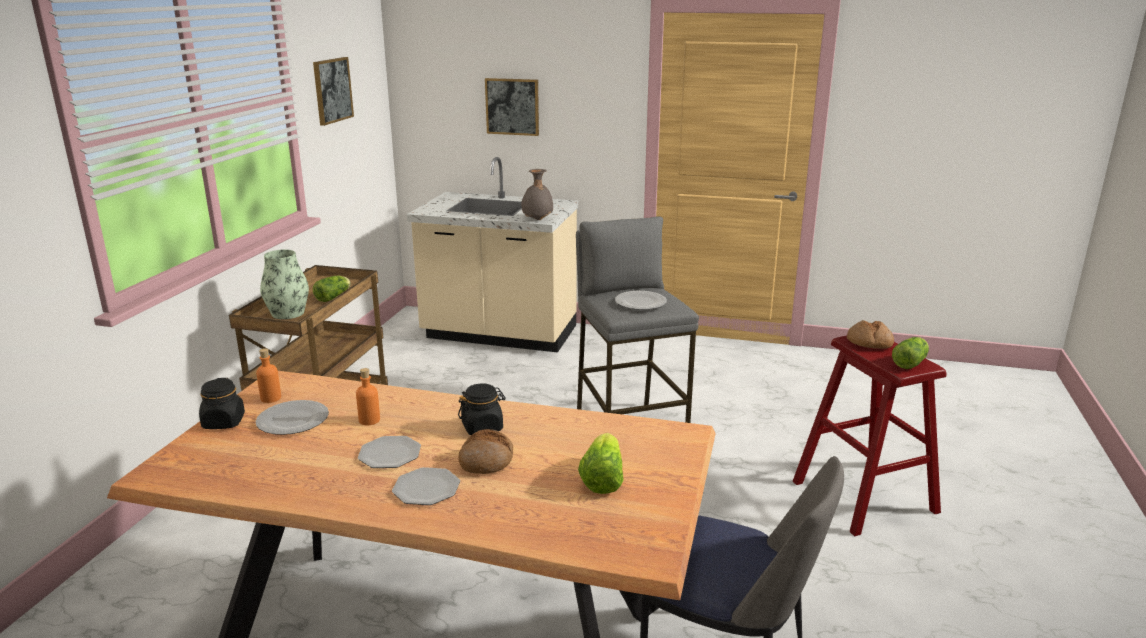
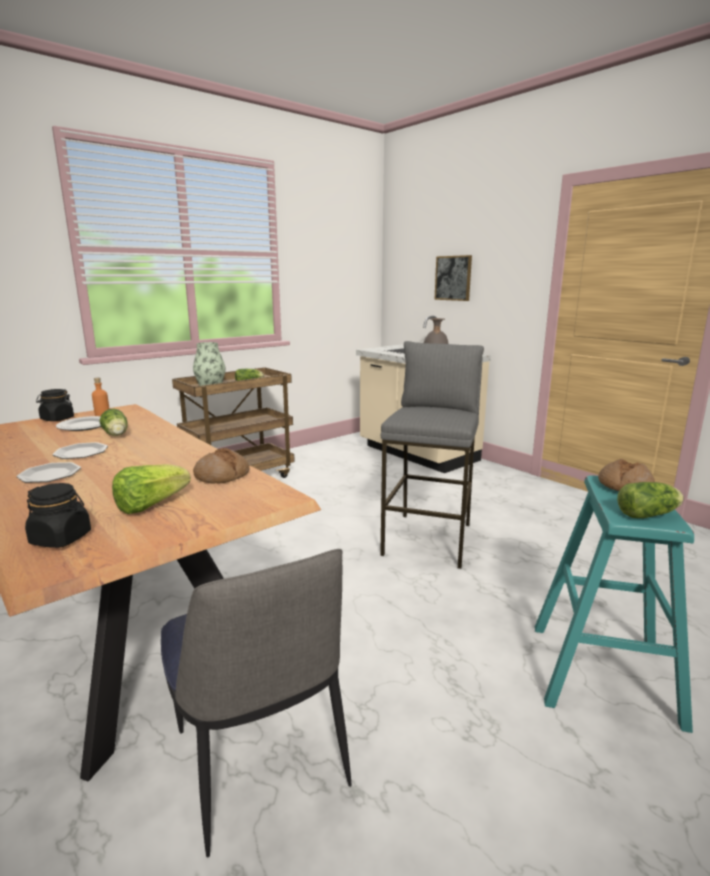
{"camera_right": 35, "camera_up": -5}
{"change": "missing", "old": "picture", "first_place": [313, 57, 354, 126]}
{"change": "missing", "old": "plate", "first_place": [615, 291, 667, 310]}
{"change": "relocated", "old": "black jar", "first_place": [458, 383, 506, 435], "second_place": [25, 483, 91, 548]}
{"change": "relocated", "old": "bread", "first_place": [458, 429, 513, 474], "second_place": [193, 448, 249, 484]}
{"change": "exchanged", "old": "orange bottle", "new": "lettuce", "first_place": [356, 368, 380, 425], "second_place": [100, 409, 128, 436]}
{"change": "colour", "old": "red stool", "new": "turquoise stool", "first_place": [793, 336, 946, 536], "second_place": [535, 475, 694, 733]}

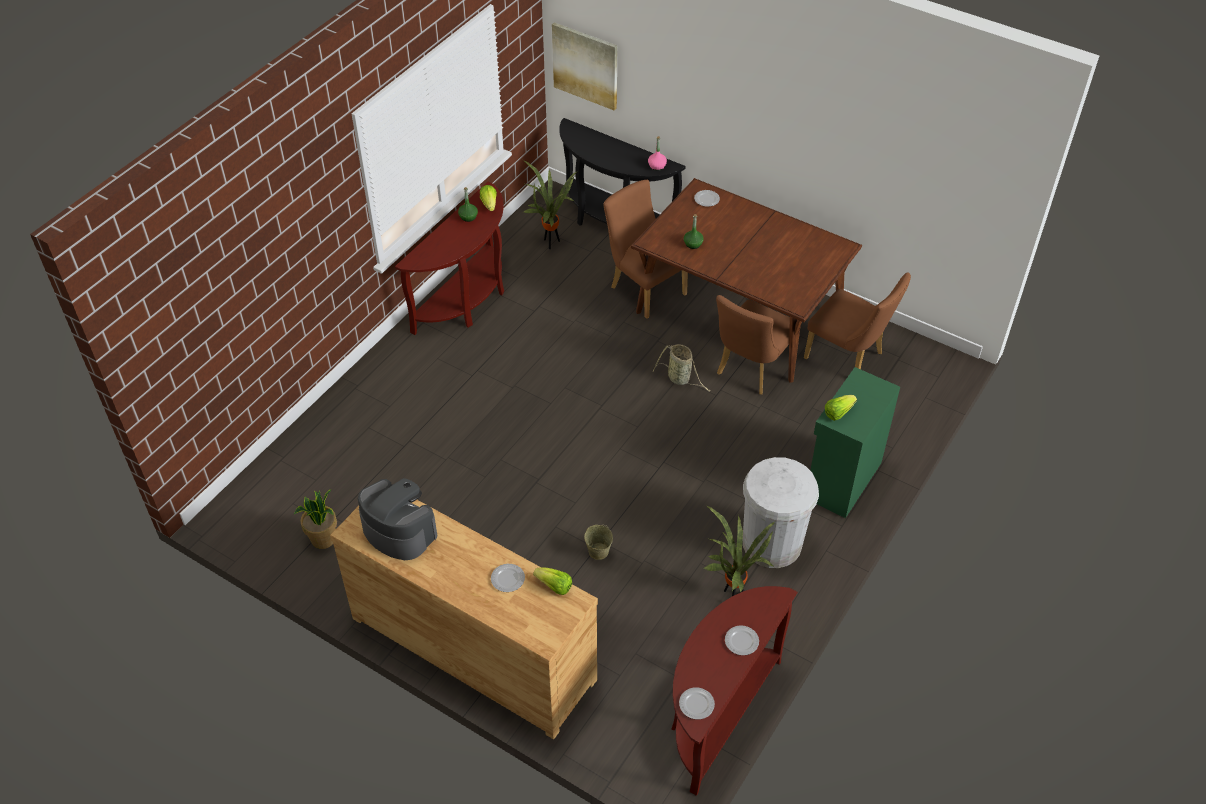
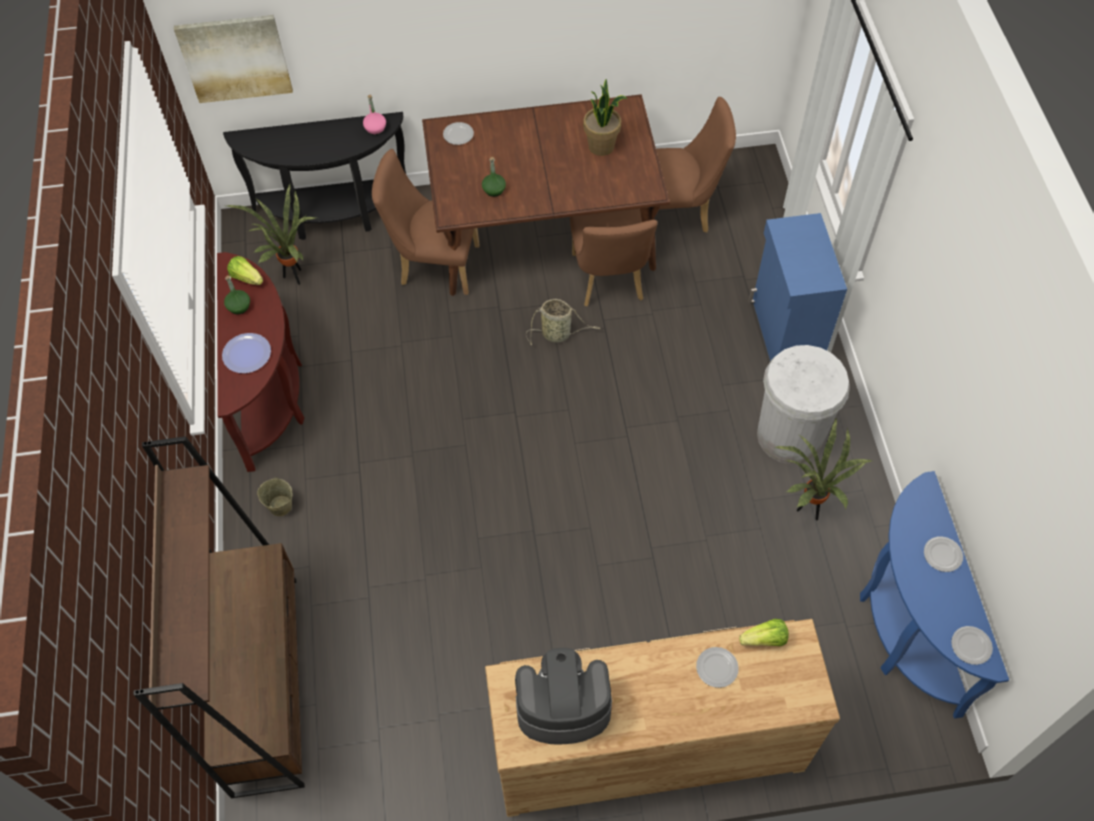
{"camera_right": -40, "camera_up": 10}
{"change": "missing", "old": "lettuce", "first_place": [825, 395, 857, 421]}
{"change": "appeared", "new": "brown bookcase", "second_place": [133, 436, 305, 798]}
{"change": "appeared", "new": "plate", "second_place": [222, 333, 271, 373]}
{"change": "relocated", "old": "potted plant", "first_place": [294, 489, 337, 549], "second_place": [583, 79, 627, 156]}
{"change": "relocated", "old": "beige bucket", "first_place": [584, 525, 613, 560], "second_place": [257, 477, 292, 516]}
{"change": "colour", "old": "brown console table", "new": "blue console table", "first_place": [671, 586, 797, 796], "second_place": [860, 471, 1009, 719]}
{"change": "colour", "old": "green cabinet", "new": "blue cabinet", "first_place": [810, 367, 900, 518], "second_place": [748, 213, 847, 361]}

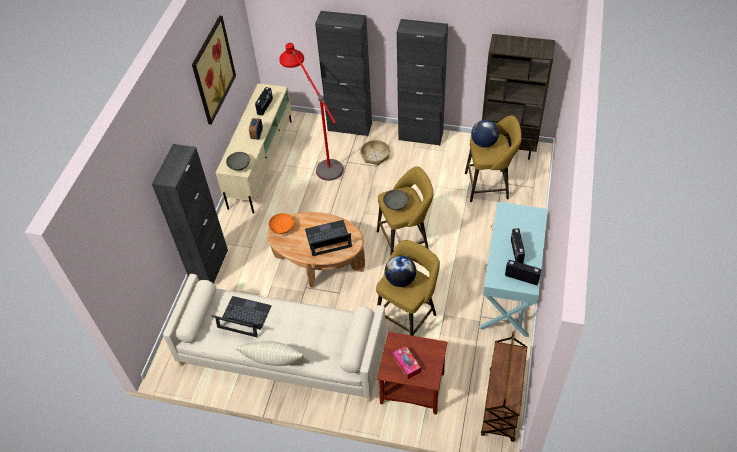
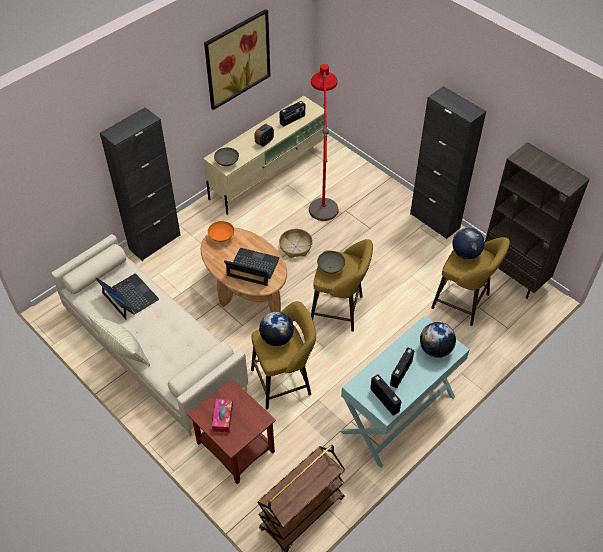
{"camera_right": 30, "camera_up": 0}
{"change": "missing", "old": "black cabinet", "first_place": [315, 11, 372, 136]}
{"change": "appeared", "new": "globe", "second_place": [420, 322, 456, 358]}
{"change": "relocated", "old": "basket", "first_place": [360, 140, 390, 165], "second_place": [279, 229, 313, 258]}

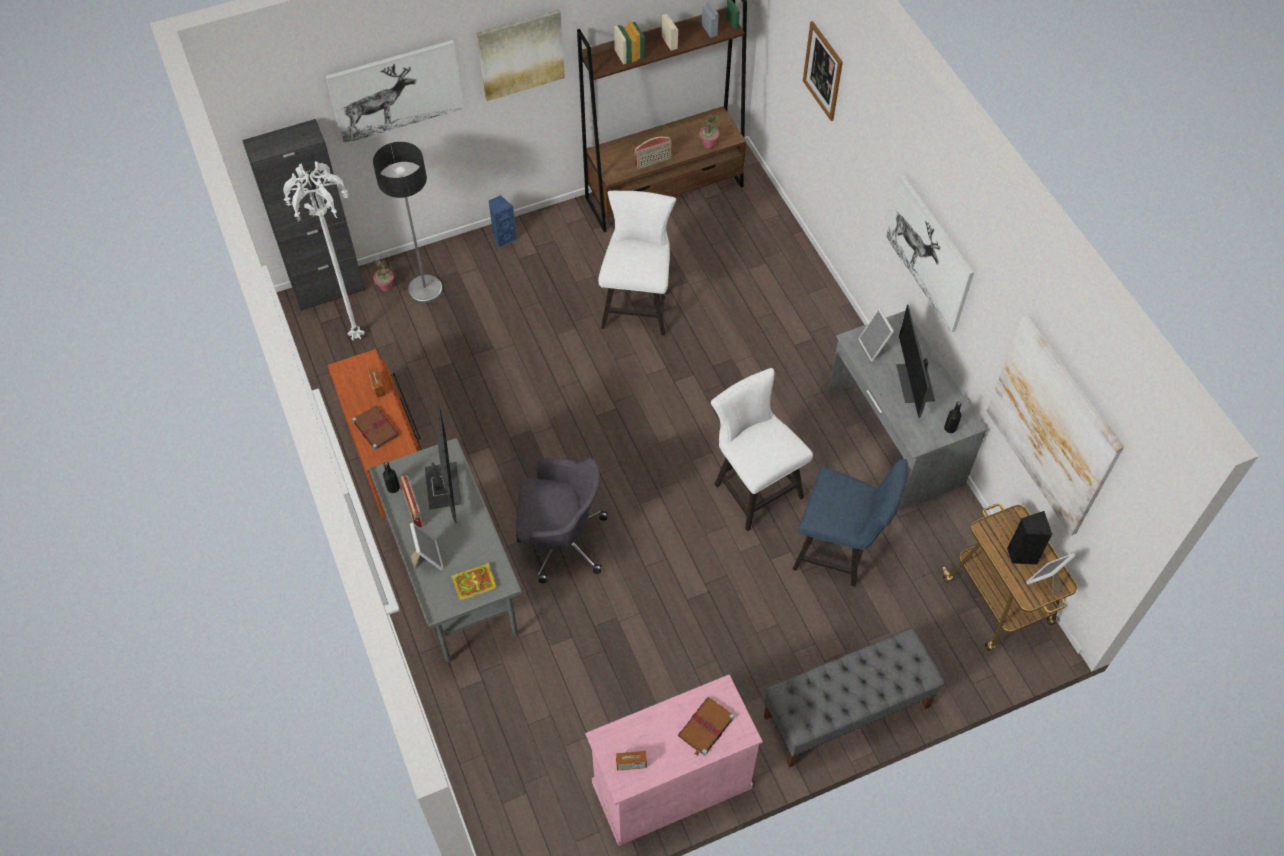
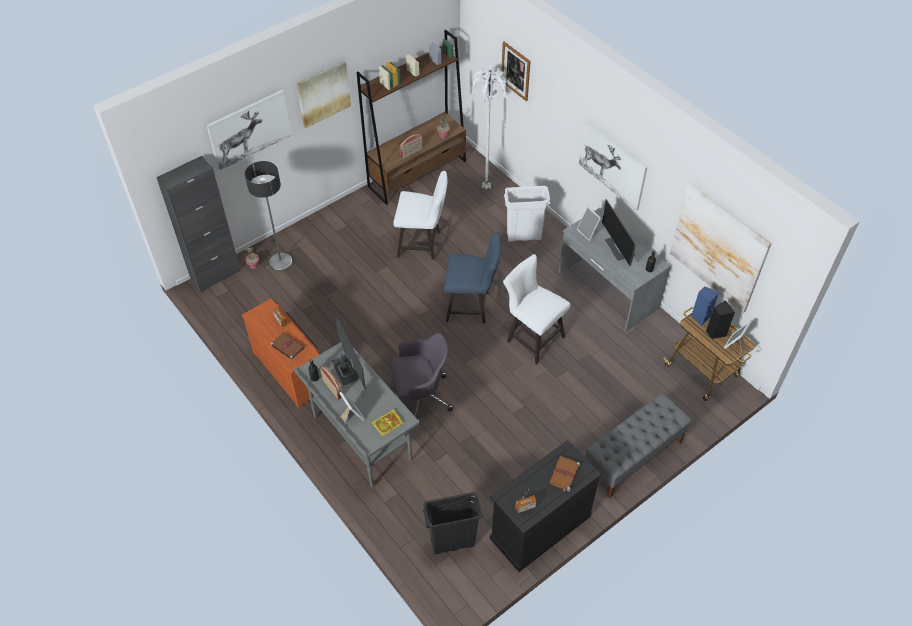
{"camera_right": -15, "camera_up": -5}
{"change": "appeared", "new": "black trash can", "second_place": [423, 492, 483, 554]}
{"change": "appeared", "new": "white trash can", "second_place": [504, 186, 550, 242]}
{"change": "relocated", "old": "white floor lamp", "first_place": [283, 161, 364, 340], "second_place": [472, 65, 507, 189]}
{"change": "relocated", "old": "blue speaker", "first_place": [489, 195, 517, 248], "second_place": [691, 286, 719, 326]}
{"change": "relocated", "old": "blue chair", "first_place": [792, 459, 908, 587], "second_place": [444, 232, 501, 323]}
{"change": "colour", "old": "pink cabinet", "new": "black cabinet", "first_place": [585, 674, 763, 846], "second_place": [490, 440, 602, 572]}
{"change": "spun", "old": "white chair", "first_place": [598, 191, 676, 336], "second_place": [393, 171, 447, 260], "degrees": 105}

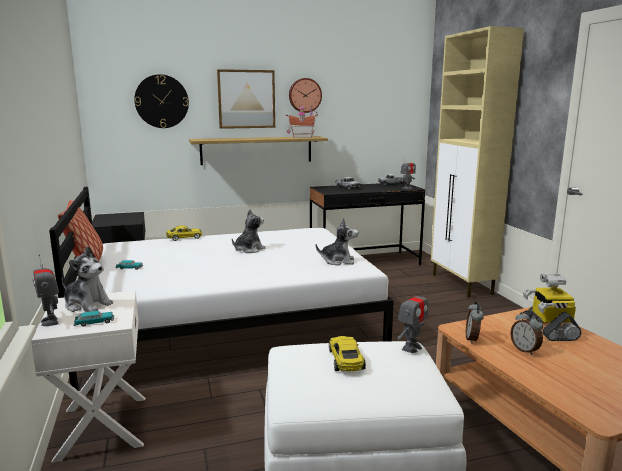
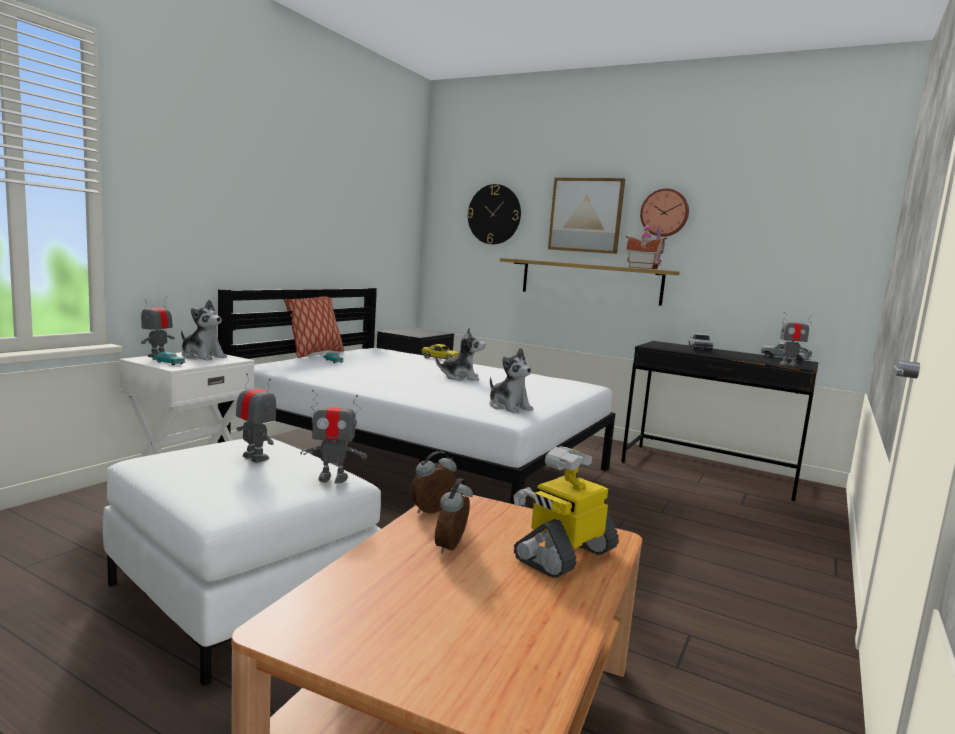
{"camera_right": 45, "camera_up": -5}
{"change": "missing", "old": "beige cabinet", "first_place": [431, 26, 524, 298]}
{"change": "exchanged", "old": "yellow toy car", "new": "toy robot", "first_place": [329, 336, 366, 371], "second_place": [236, 373, 276, 463]}
{"change": "spun", "old": "plush toy", "first_place": [62, 246, 113, 312], "second_place": [181, 300, 227, 360], "degrees": -45}

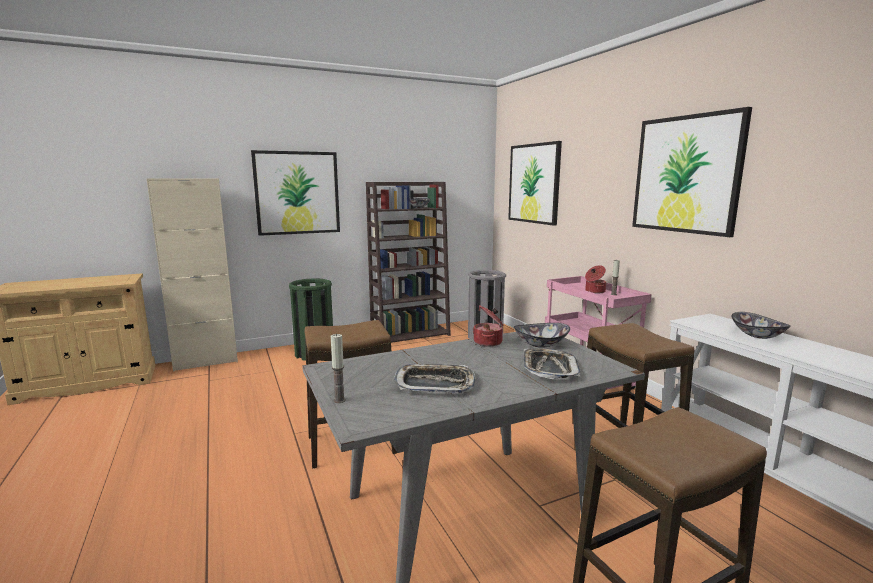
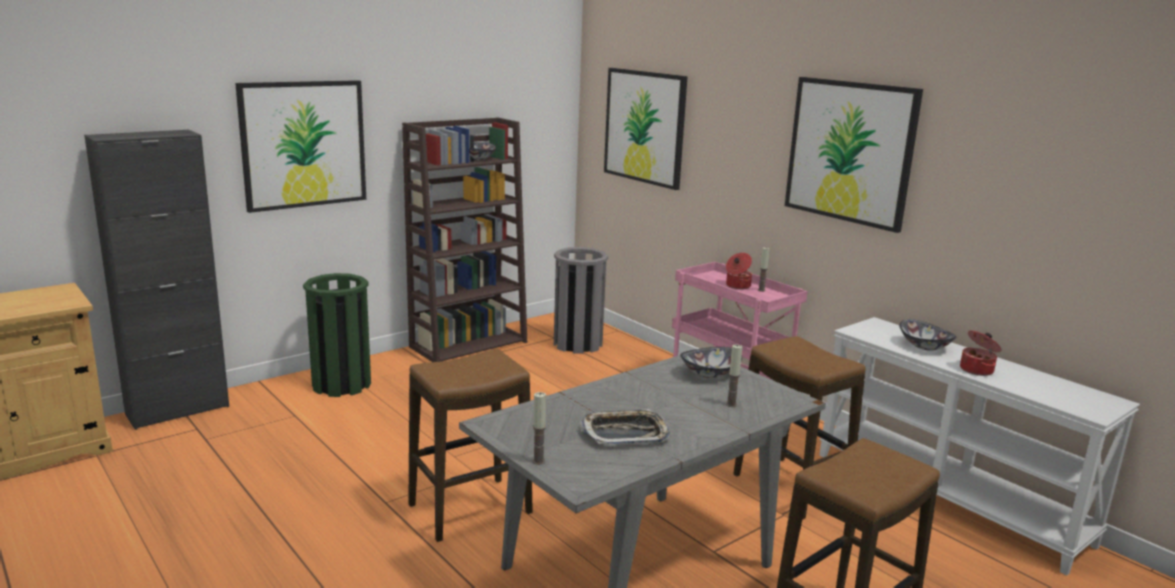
{"camera_right": -15, "camera_up": 5}
{"change": "relocated", "old": "cooking pot", "first_place": [473, 305, 504, 346], "second_place": [960, 330, 1002, 376]}
{"change": "exchanged", "old": "tray", "new": "candle", "first_place": [524, 348, 580, 379], "second_place": [726, 344, 742, 407]}
{"change": "colour", "old": "beige cabinet", "new": "black cabinet", "first_place": [146, 178, 238, 372], "second_place": [84, 130, 229, 430]}

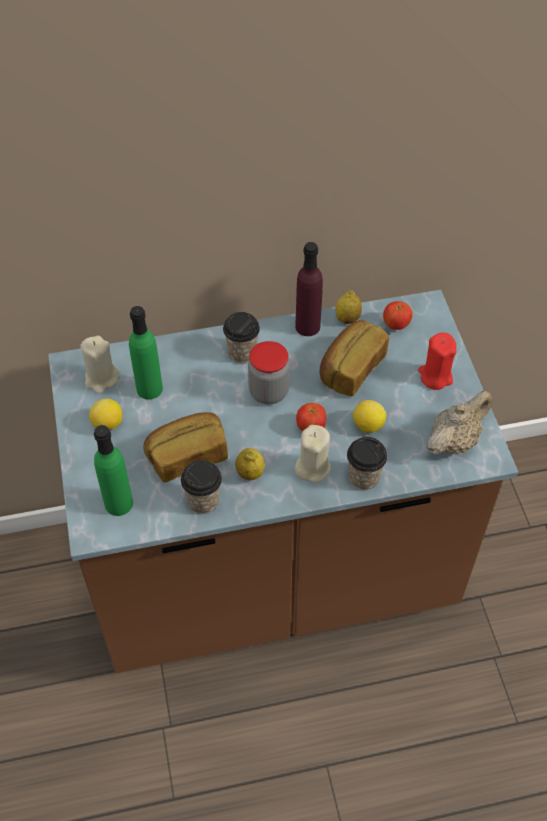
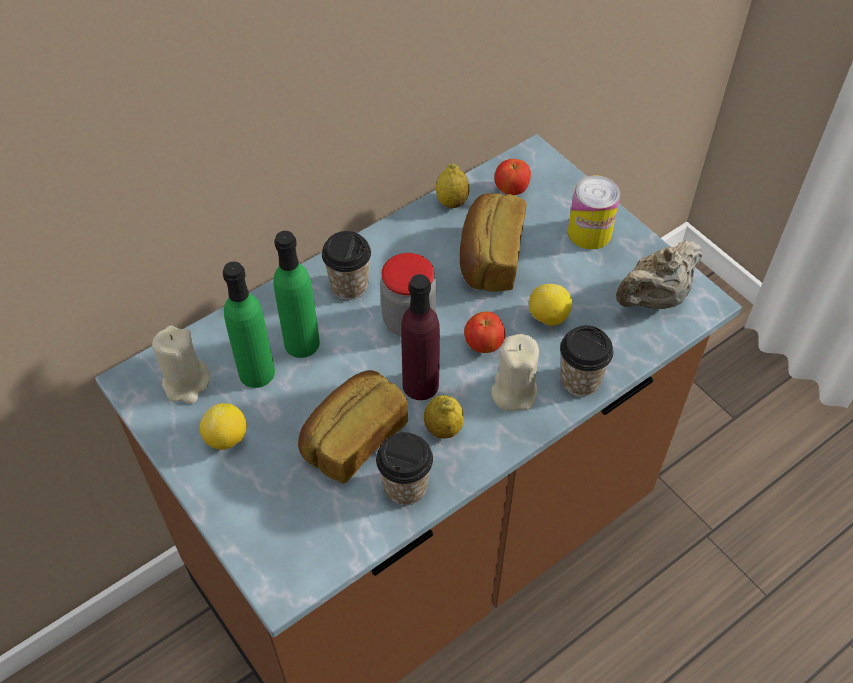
{"camera_right": -25, "camera_up": 0}
{"change": "relocated", "old": "green bottle", "first_place": [94, 425, 133, 516], "second_place": [274, 231, 320, 358]}
{"change": "relocated", "old": "purple bottle", "first_place": [295, 242, 323, 336], "second_place": [401, 274, 440, 400]}
{"change": "exchanged", "old": "red candle", "new": "can", "first_place": [418, 333, 456, 390], "second_place": [568, 175, 620, 250]}
{"change": "spun", "old": "beige teapot", "first_place": [426, 391, 492, 455], "second_place": [616, 241, 703, 309], "degrees": -150}

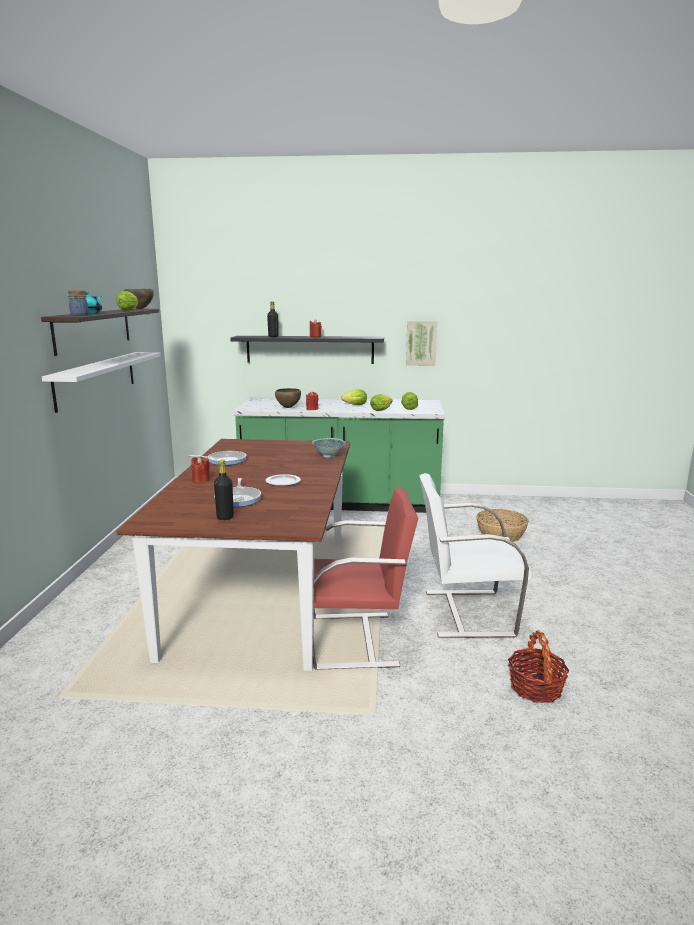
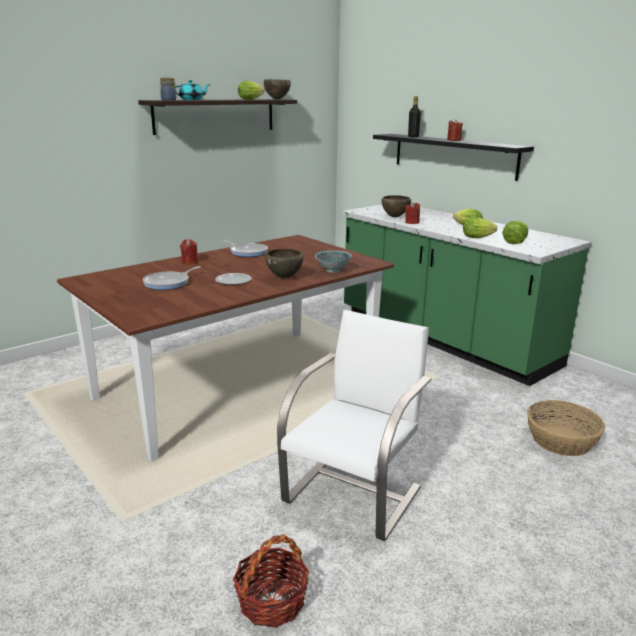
{"camera_right": 45, "camera_up": 5}
{"change": "missing", "old": "white shelf", "first_place": [42, 352, 161, 413]}
{"change": "missing", "old": "black bottle", "first_place": [214, 460, 234, 520]}
{"change": "missing", "old": "red chair", "first_place": [313, 488, 418, 670]}
{"change": "missing", "old": "picture", "first_place": [406, 321, 437, 366]}
{"change": "appeared", "new": "brown bowl", "second_place": [265, 249, 304, 279]}
{"change": "spun", "old": "white chair", "first_place": [419, 473, 531, 638], "second_place": [277, 310, 432, 541], "degrees": 75}

